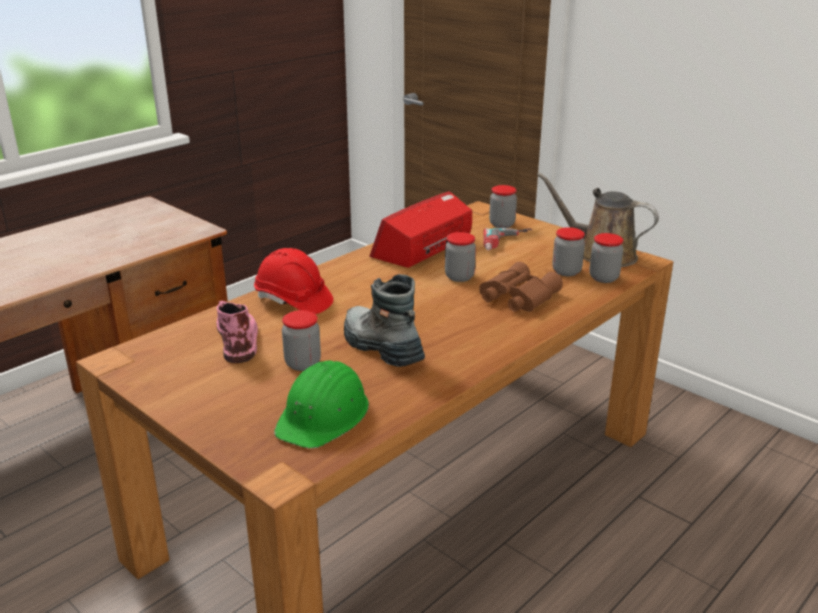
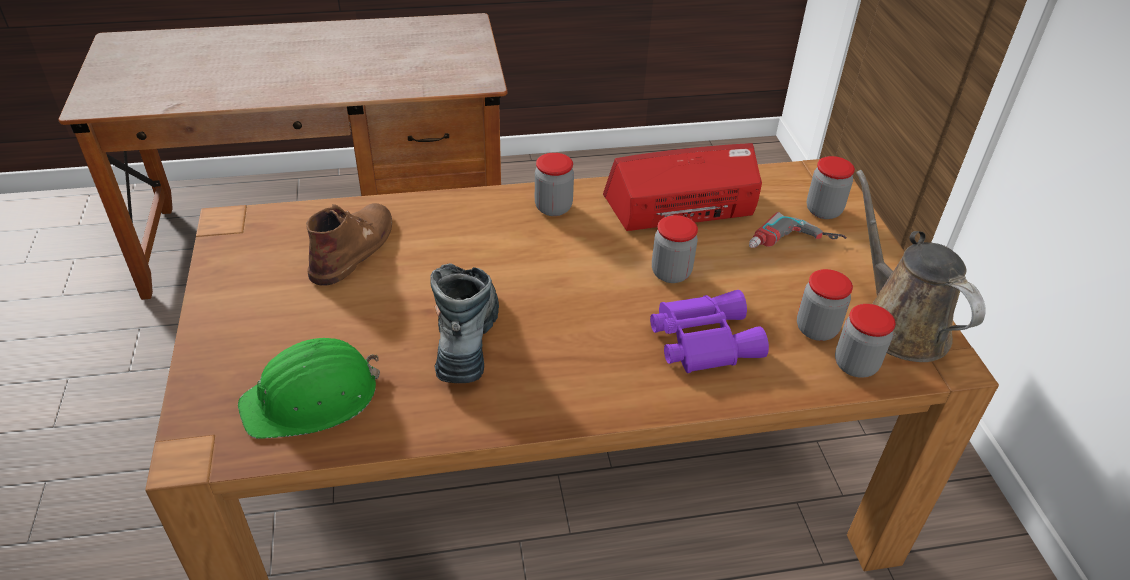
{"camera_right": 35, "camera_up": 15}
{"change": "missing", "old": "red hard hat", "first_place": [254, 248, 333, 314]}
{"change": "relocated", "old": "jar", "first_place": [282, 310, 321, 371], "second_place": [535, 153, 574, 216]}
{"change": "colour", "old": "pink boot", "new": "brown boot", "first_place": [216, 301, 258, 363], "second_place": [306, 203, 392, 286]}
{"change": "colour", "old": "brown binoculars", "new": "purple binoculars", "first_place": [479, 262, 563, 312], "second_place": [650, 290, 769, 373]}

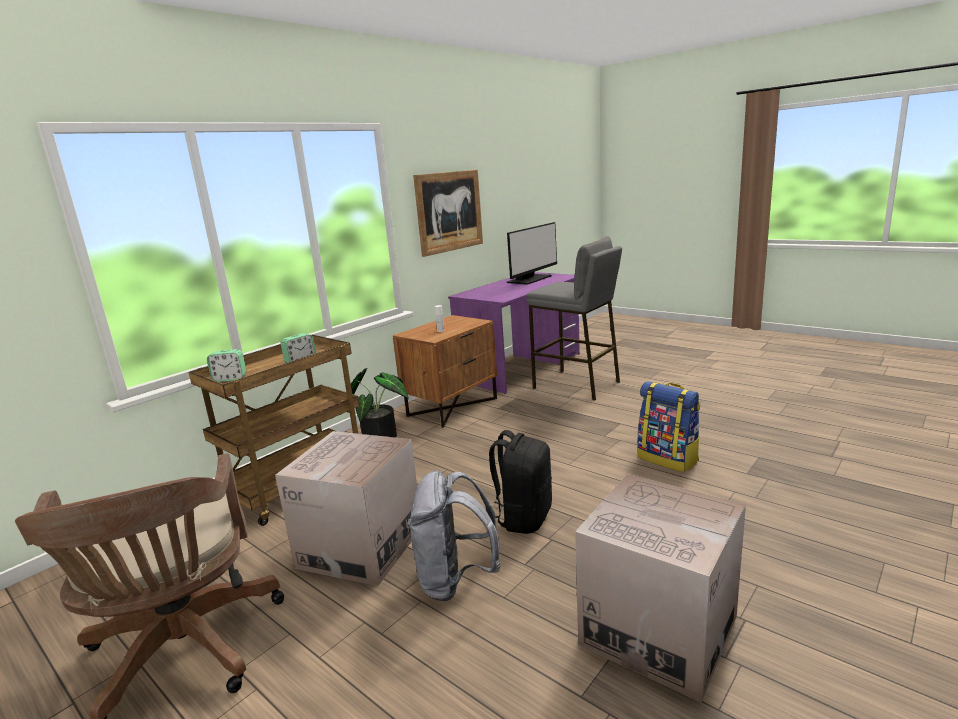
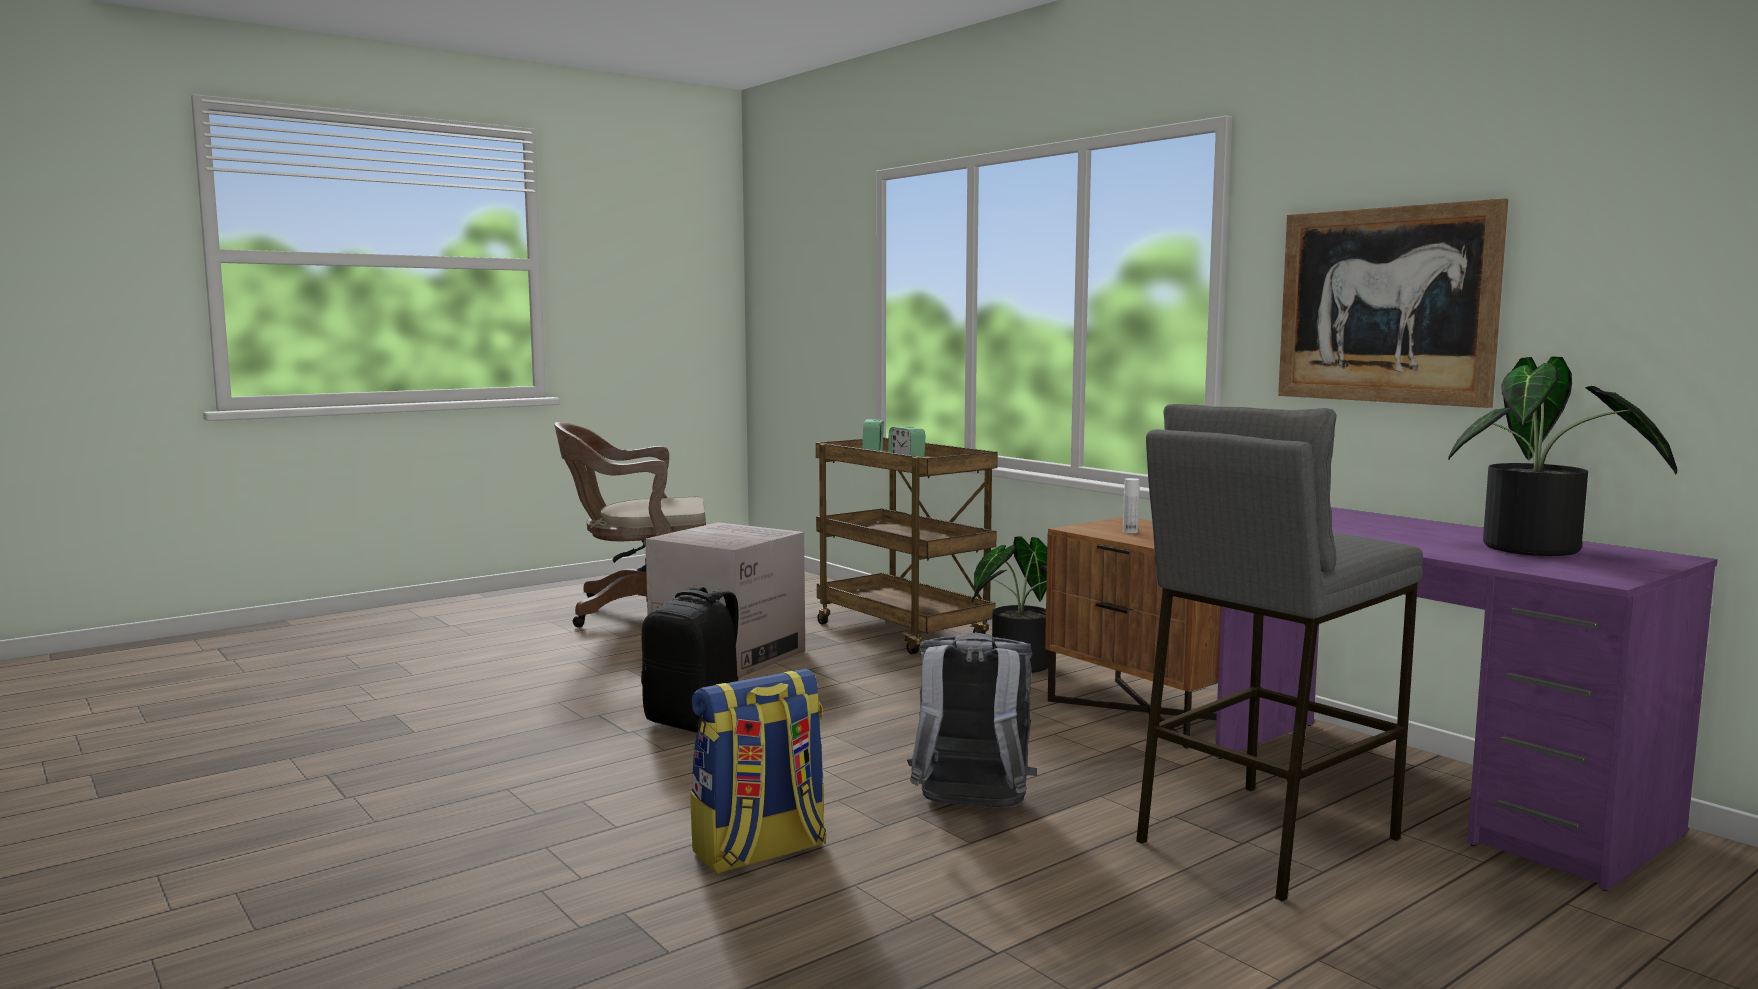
{"camera_right": 100, "camera_up": -10}
{"change": "missing", "old": "cardboard box", "first_place": [575, 474, 746, 702]}
{"change": "relocated", "old": "grey backpack", "first_place": [408, 470, 501, 601], "second_place": [907, 633, 1037, 808]}
{"change": "exchanged", "old": "monitor", "new": "potted plant", "first_place": [507, 222, 557, 285], "second_place": [1448, 356, 1677, 556]}

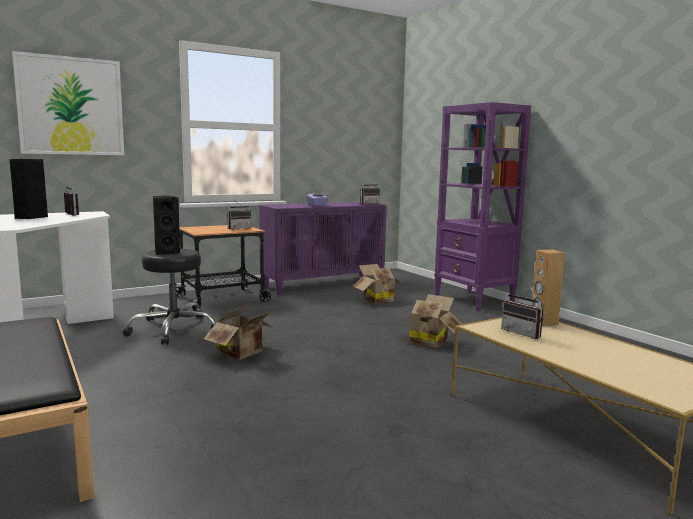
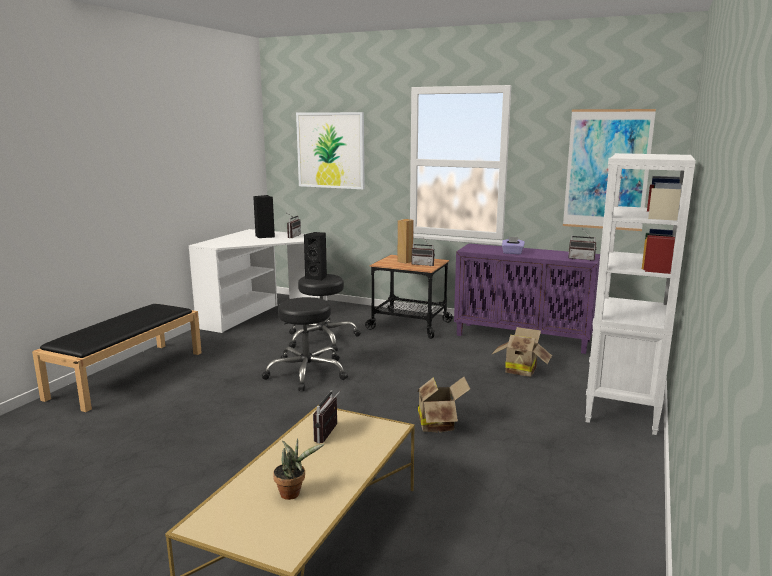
{"camera_right": 55, "camera_up": 5}
{"change": "appeared", "new": "potted plant", "second_place": [273, 438, 324, 500]}
{"change": "appeared", "new": "picture", "second_place": [563, 109, 656, 231]}
{"change": "relocated", "old": "brown speaker", "first_place": [532, 250, 565, 326], "second_place": [398, 219, 414, 263]}
{"change": "exchanged", "old": "cardboard box", "new": "black stool", "first_place": [204, 306, 274, 360], "second_place": [262, 297, 348, 391]}
{"change": "colour", "old": "purple bookcase", "new": "white bookcase", "first_place": [434, 102, 531, 311], "second_place": [585, 153, 696, 435]}

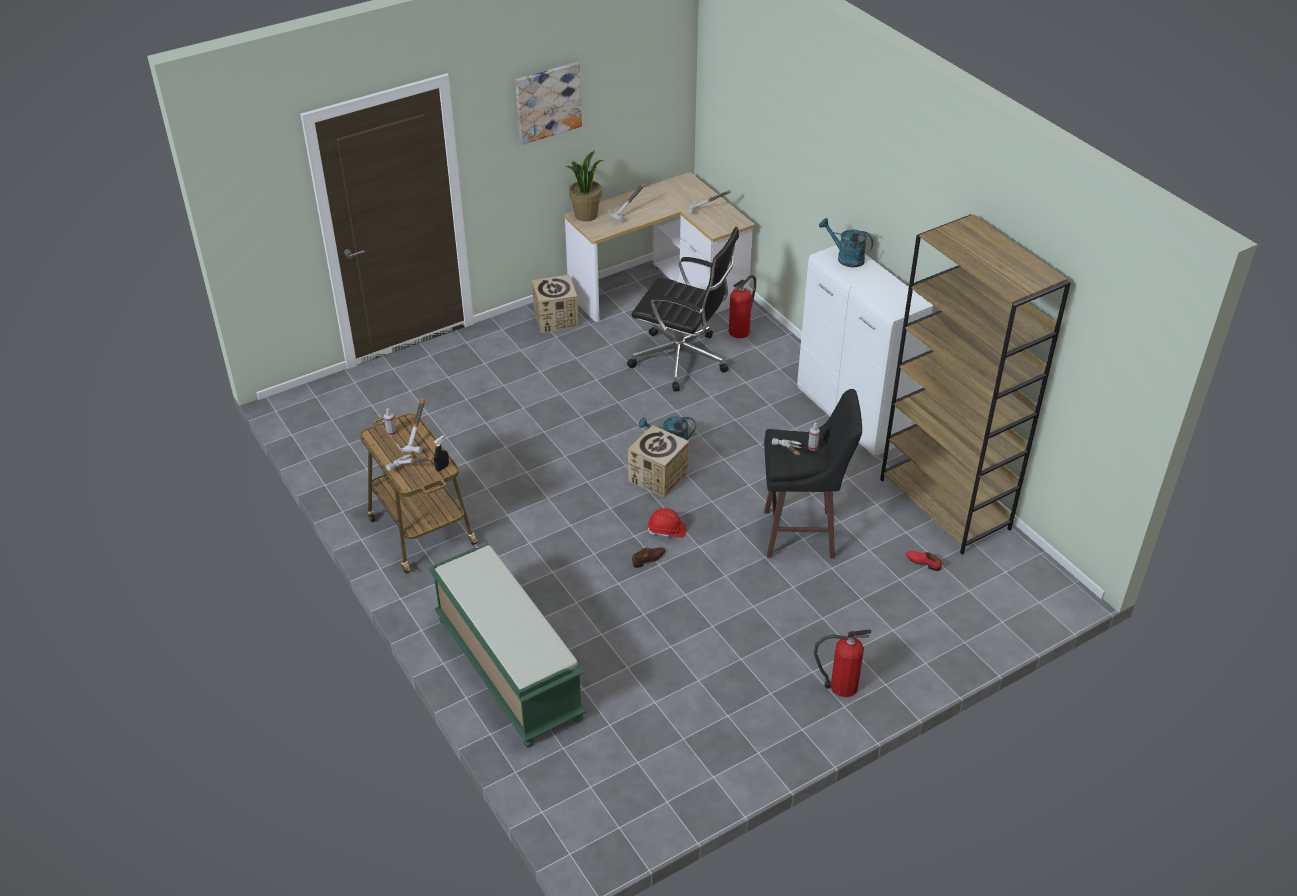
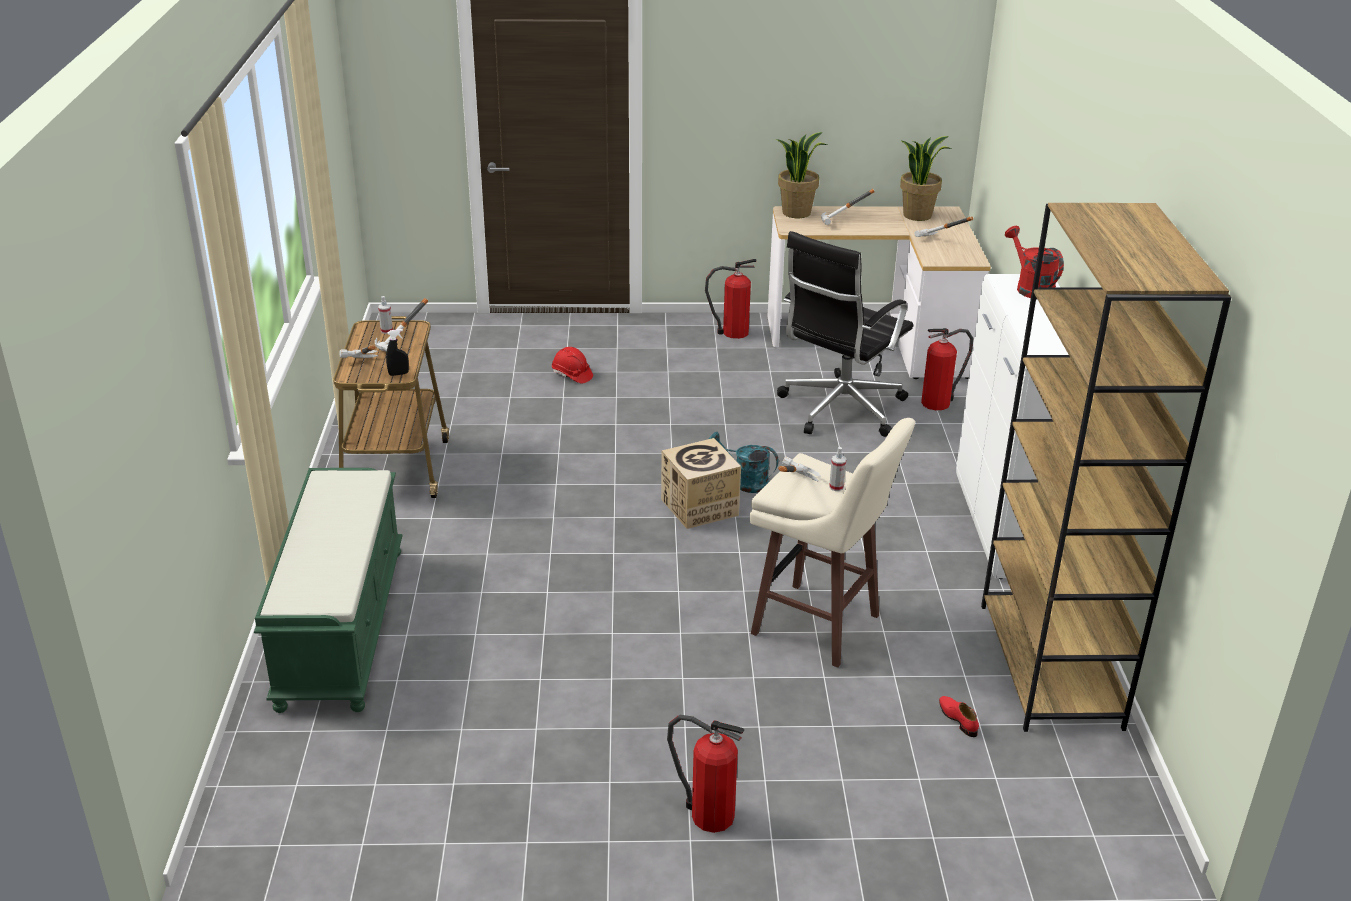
{"camera_right": 30, "camera_up": -10}
{"change": "missing", "old": "picture", "first_place": [516, 62, 582, 145]}
{"change": "missing", "old": "brown shoe", "first_place": [632, 547, 666, 568]}
{"change": "appeared", "new": "potted plant", "second_place": [900, 136, 951, 221]}
{"change": "relocated", "old": "red hard hat", "first_place": [647, 508, 686, 538], "second_place": [552, 347, 593, 383]}
{"change": "exchanged", "old": "cardboard box", "new": "fire extinguisher", "first_place": [532, 275, 578, 333], "second_place": [705, 259, 756, 339]}
{"change": "colour", "old": "black stool", "new": "beige stool", "first_place": [764, 389, 862, 559], "second_place": [750, 418, 915, 668]}
{"change": "colour", "old": "turquoise watering can", "new": "red watering can", "first_place": [819, 218, 873, 268], "second_place": [1005, 226, 1064, 300]}
{"change": "spun", "old": "black office chair", "first_place": [627, 227, 739, 391], "second_place": [777, 231, 913, 437], "degrees": 75}

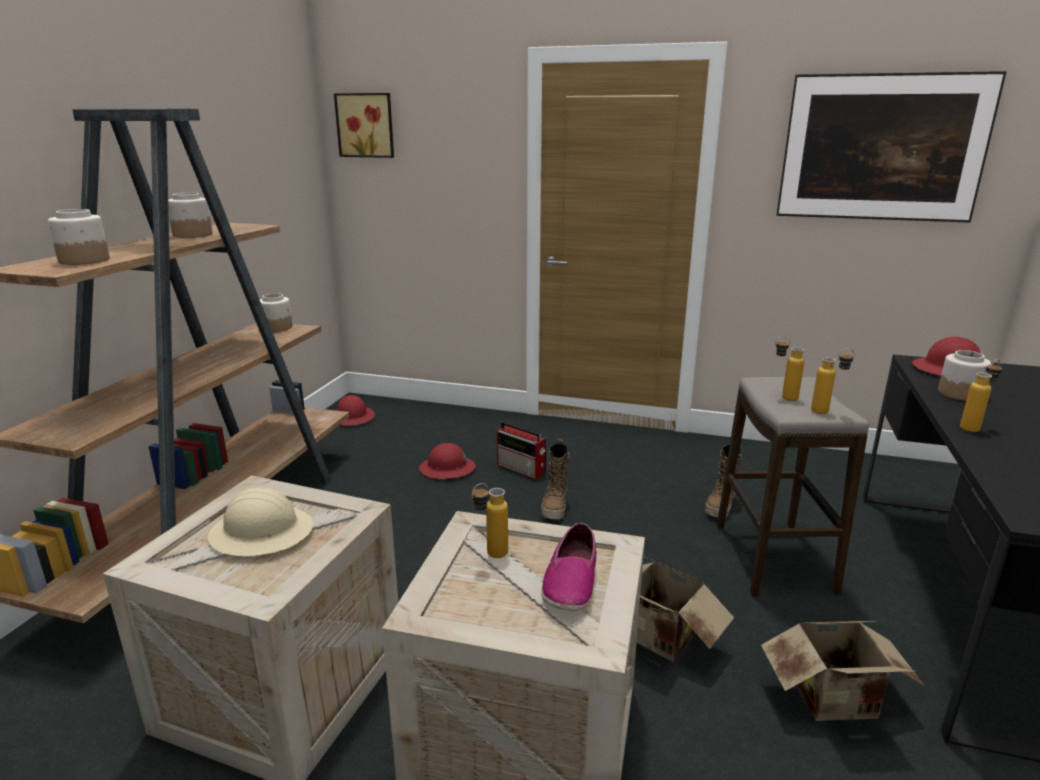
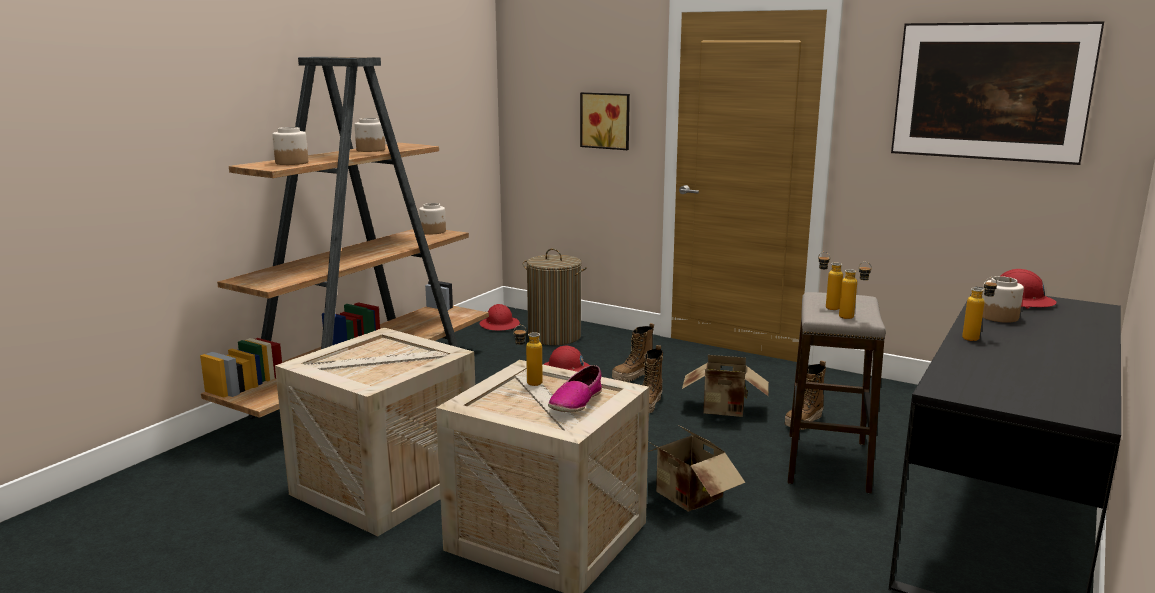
{"camera_right": 15, "camera_up": -5}
{"change": "missing", "old": "beige hard hat", "first_place": [208, 488, 313, 556]}
{"change": "appeared", "new": "laundry basket", "second_place": [523, 248, 587, 345]}
{"change": "relocated", "old": "picture", "first_place": [334, 93, 394, 158], "second_place": [580, 92, 630, 150]}
{"change": "relocated", "old": "cardboard box", "first_place": [761, 621, 925, 721], "second_place": [682, 355, 769, 417]}
{"change": "exchanged", "old": "radio", "new": "boot", "first_place": [497, 421, 546, 479], "second_place": [612, 323, 654, 382]}

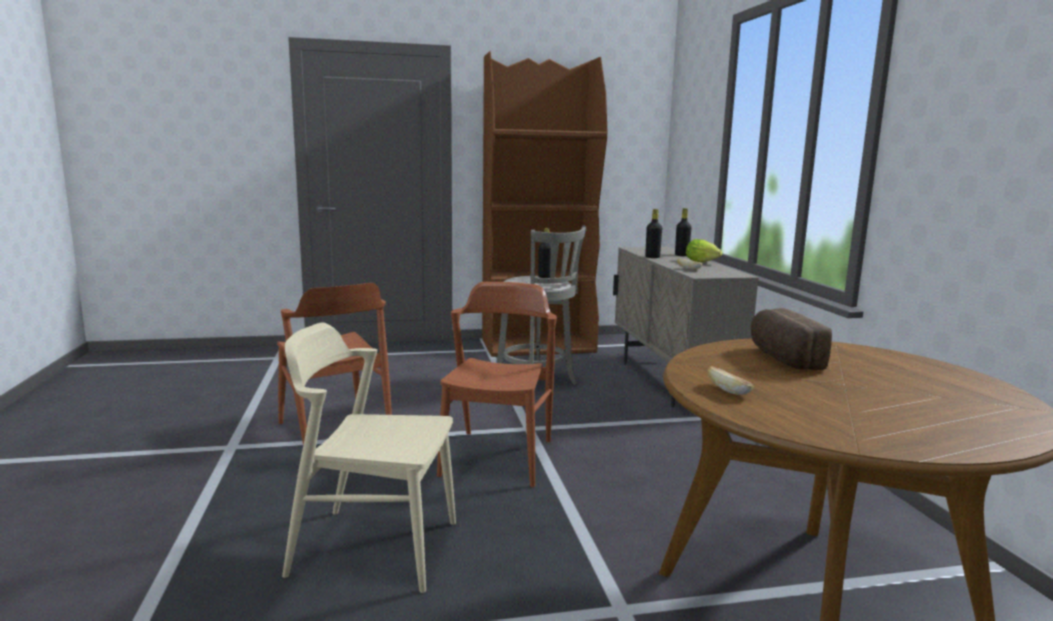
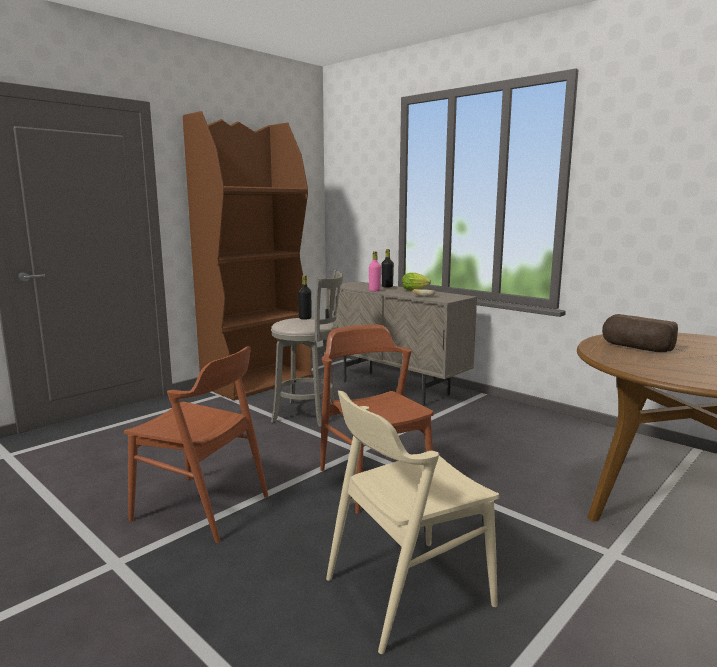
{"camera_right": -35, "camera_up": 0}
{"change": "missing", "old": "bread", "first_place": [707, 367, 753, 395]}
{"change": "colour", "old": "black bottle", "new": "pink bottle", "first_place": [645, 209, 662, 258], "second_place": [369, 251, 381, 292]}

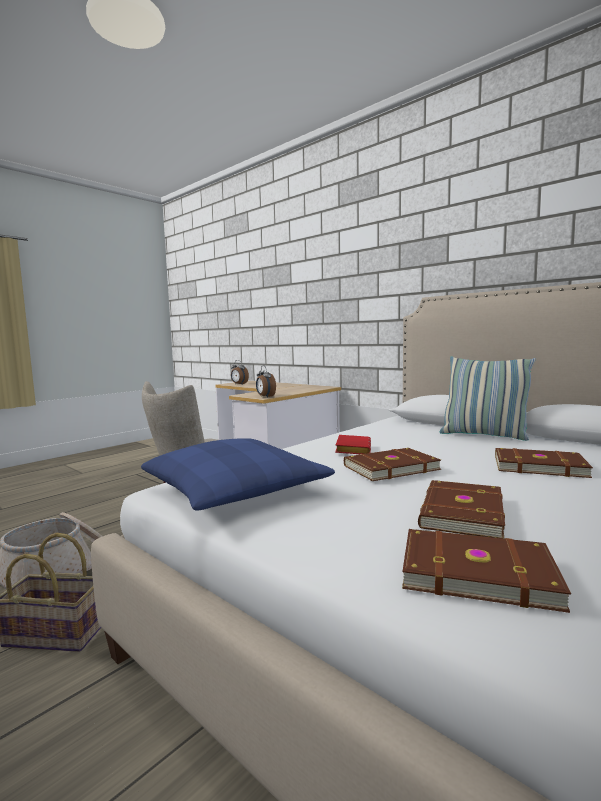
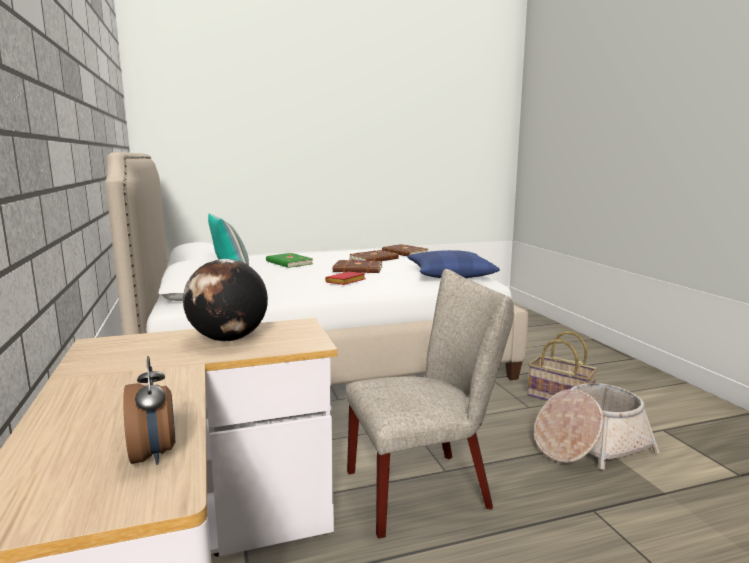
{"camera_right": -150, "camera_up": 5}
{"change": "missing", "old": "alarm clock", "first_place": [256, 365, 276, 398]}
{"change": "appeared", "new": "globe", "second_place": [183, 259, 268, 341]}
{"change": "colour", "old": "brown book", "new": "green book", "first_place": [495, 448, 593, 478], "second_place": [266, 253, 313, 268]}

